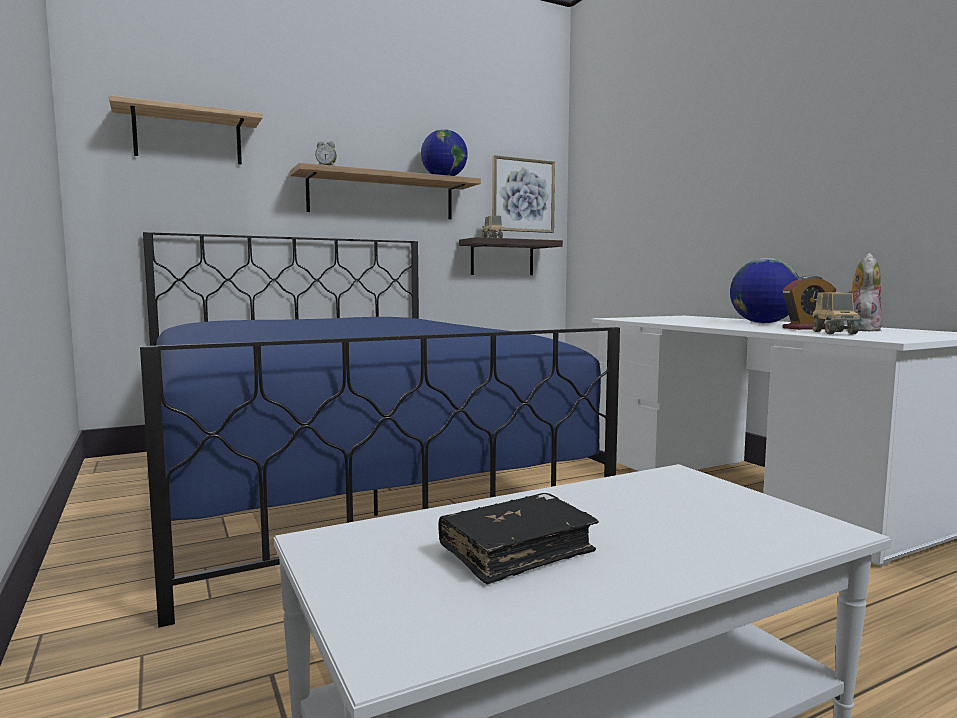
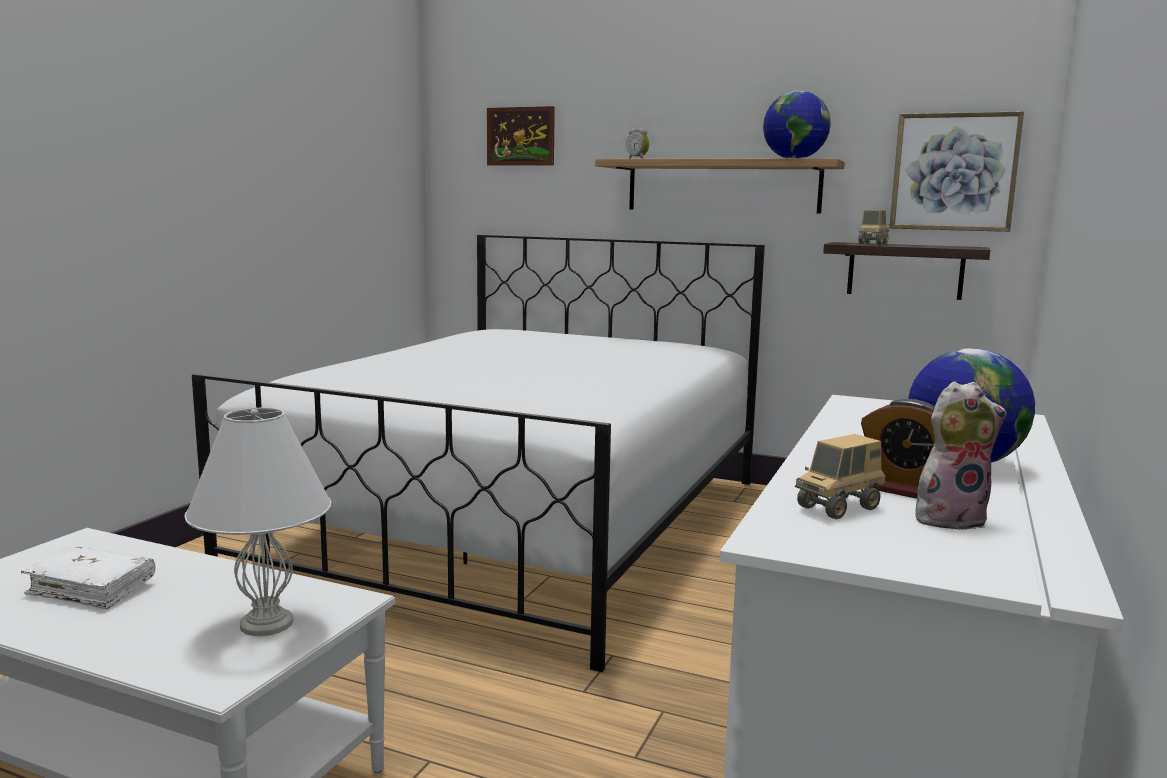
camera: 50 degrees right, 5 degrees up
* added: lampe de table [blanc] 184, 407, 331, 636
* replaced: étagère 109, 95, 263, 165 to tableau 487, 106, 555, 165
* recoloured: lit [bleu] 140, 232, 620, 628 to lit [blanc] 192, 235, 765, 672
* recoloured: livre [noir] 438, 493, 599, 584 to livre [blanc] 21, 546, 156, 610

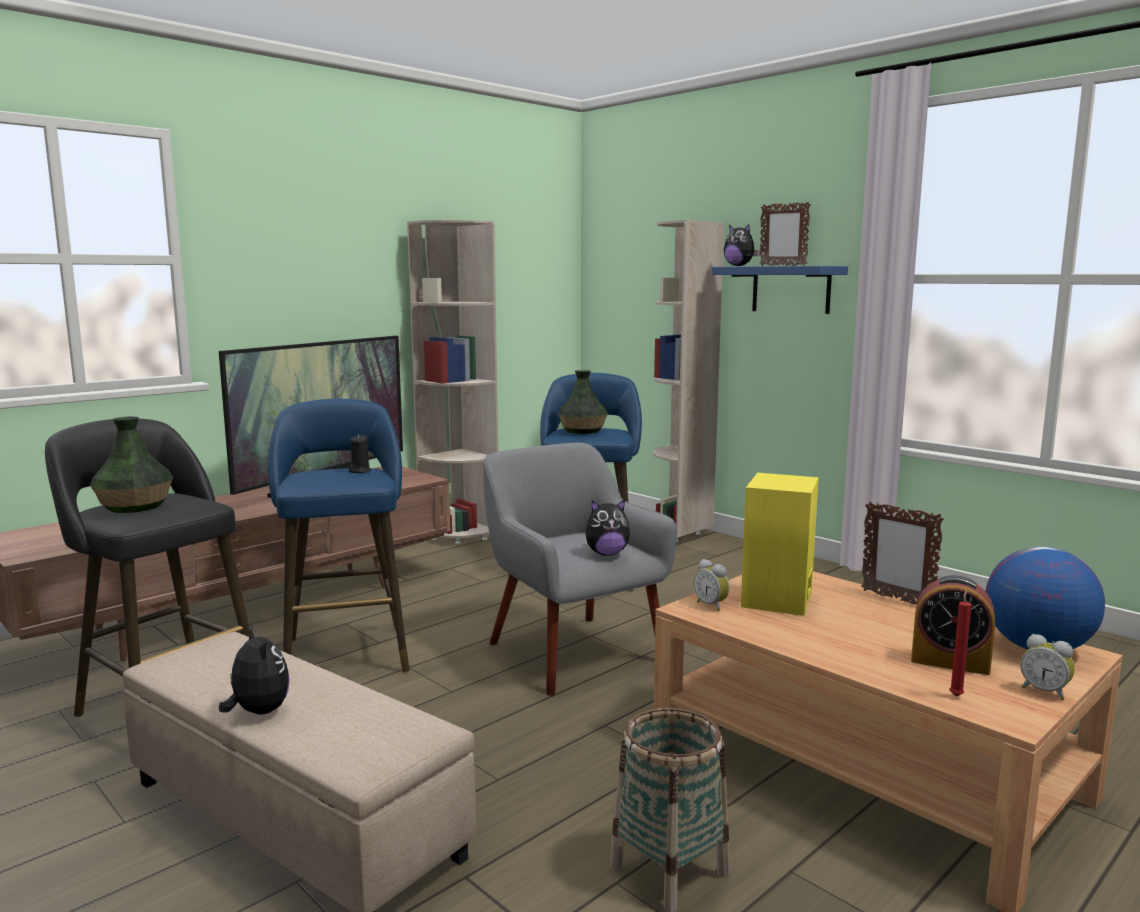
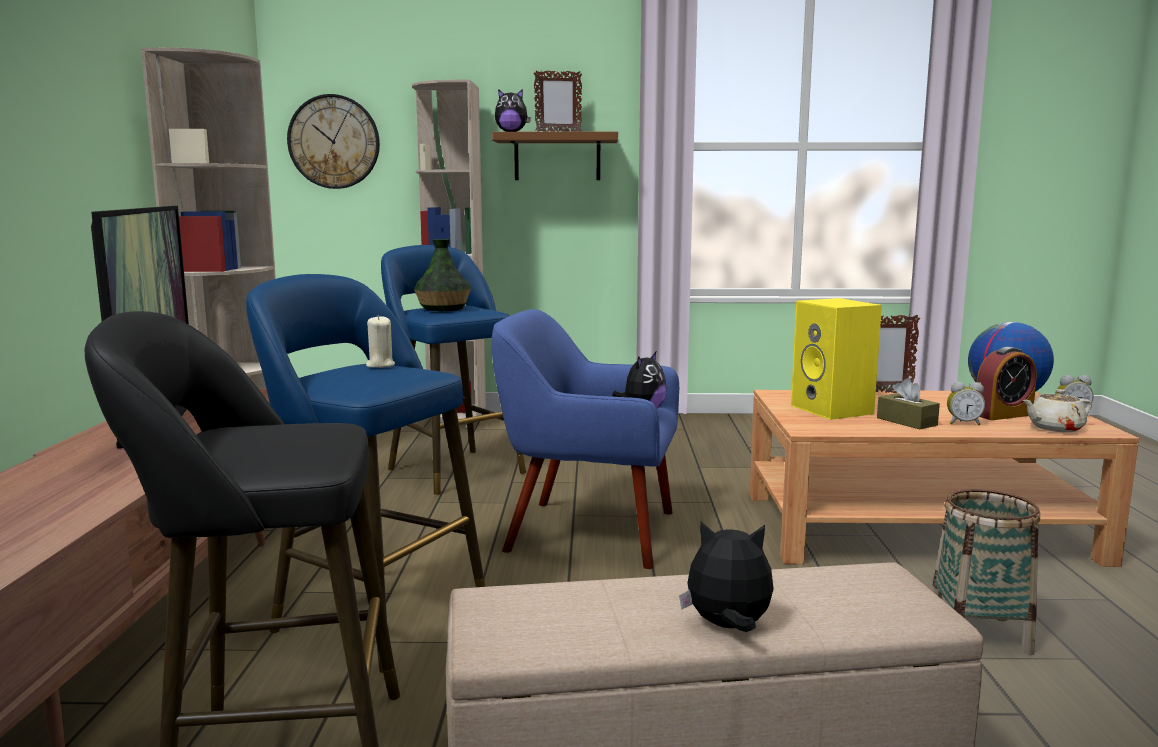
camera: 45 degrees left, 0 degrees up
* removed: vase 90, 417, 173, 513
* added: horloge murale 287, 94, 380, 189
* added: boîte à mouchoirs [marron] 877, 378, 940, 429
* moved: réveil 694, 559, 729, 611 to 947, 382, 985, 425
* replaced: bougie [rouge] 949, 589, 971, 696 to théière [beige] 1023, 389, 1092, 432
* recoloured: bougie [noir] 349, 434, 371, 473 to bougie [beige] 366, 315, 395, 368
* recoloured: fauteuil [gris] 483, 443, 677, 696 to fauteuil [bleu] 491, 309, 679, 569
* recoloured: étagère [bleu] 712, 266, 848, 314 to étagère [marron] 492, 131, 618, 180

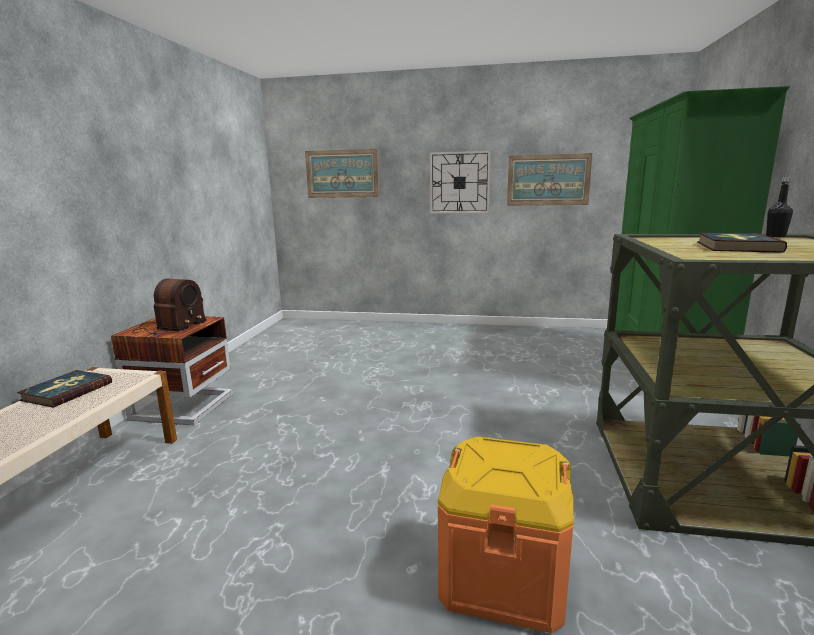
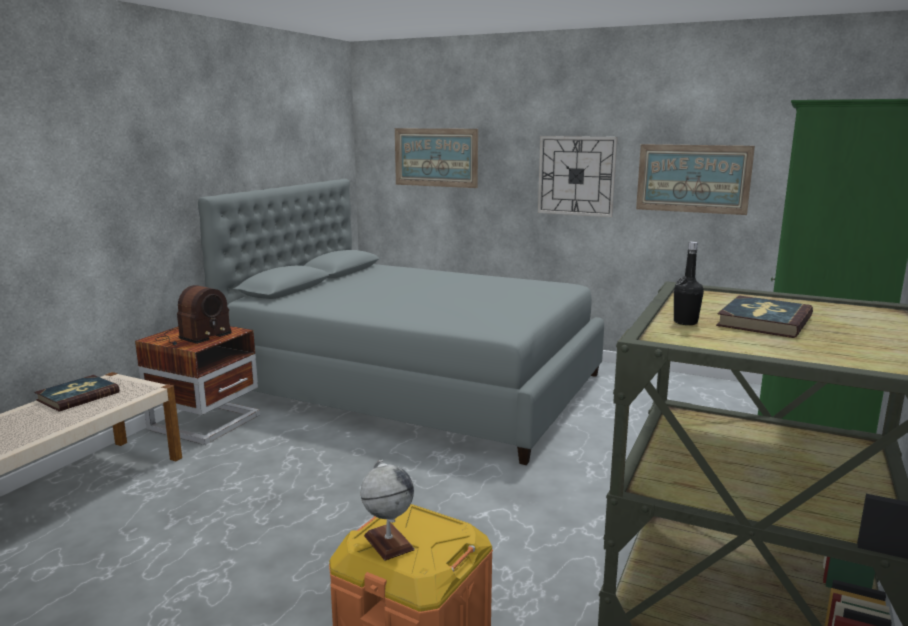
camera: 15 degrees right, 0 degrees up
* added: lit [gris] 198, 179, 604, 465
* added: globe 361, 460, 415, 561
* moved: bouteille [noir] 766, 176, 793, 237 to 674, 242, 704, 325

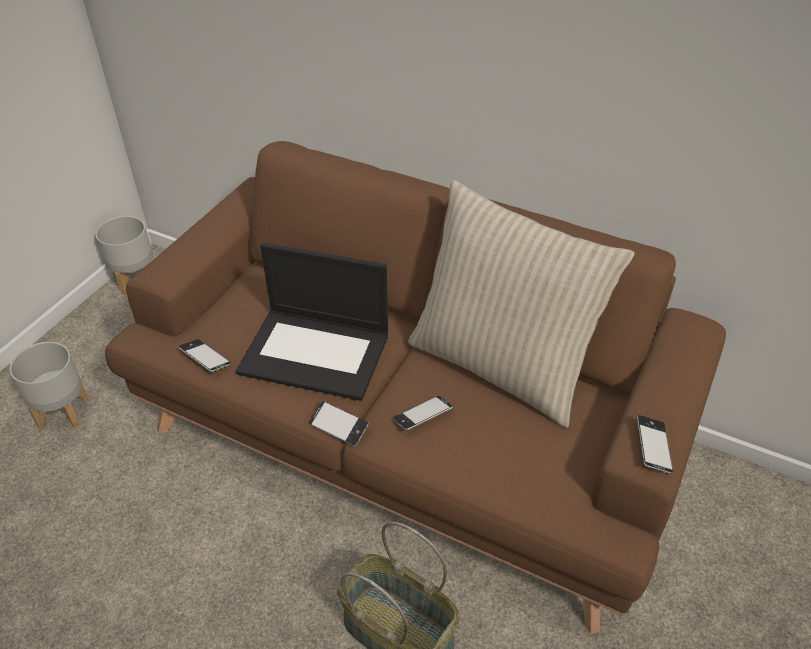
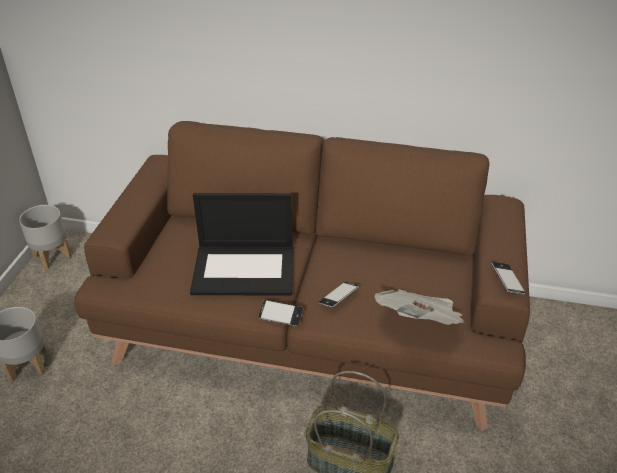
camera: 15 degrees left, 5 degrees down
* removed: téléphone 178, 339, 231, 372
* removed: coussin [beige] 408, 180, 635, 428
* added: journal 375, 289, 465, 325

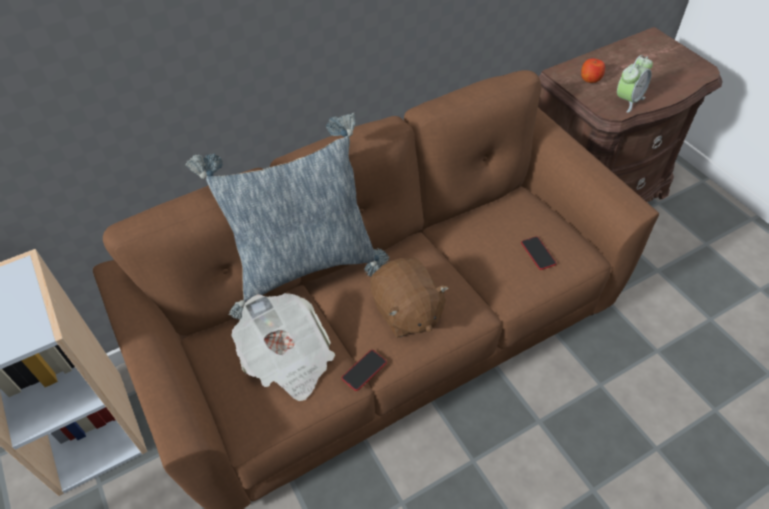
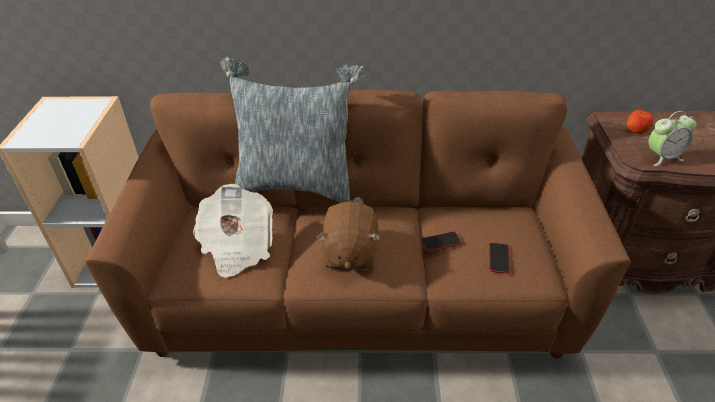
camera: 30 degrees right, 10 degrees down
* moved: téléphone 342, 350, 387, 391 to 420, 231, 462, 252

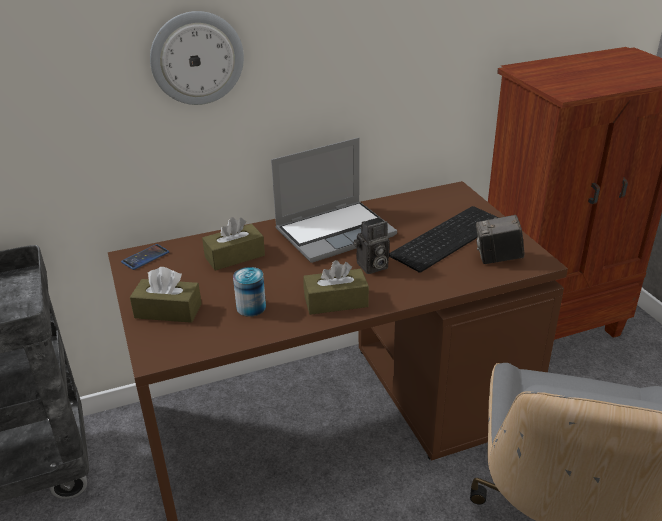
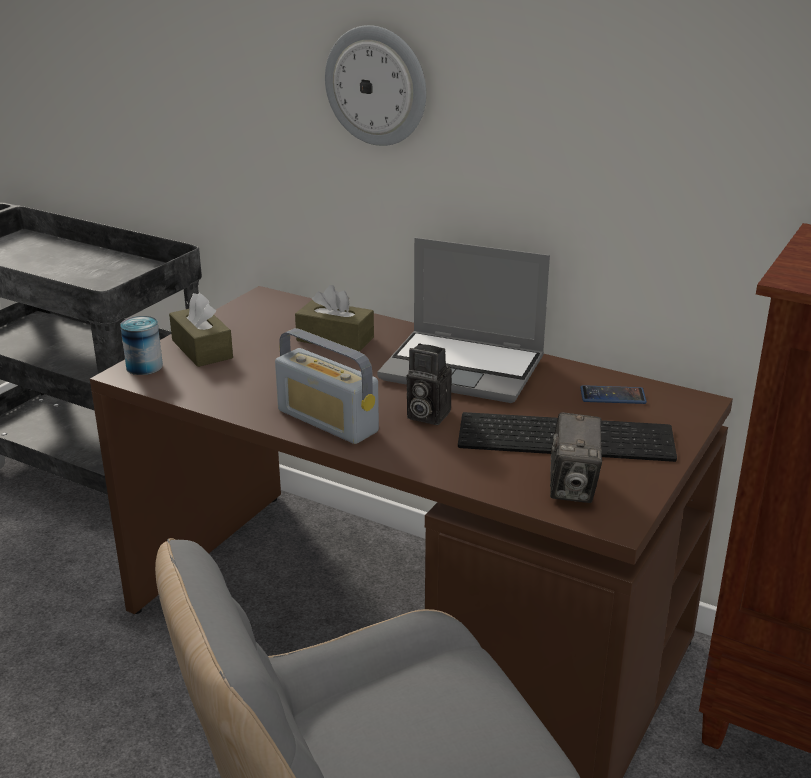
camera: 50 degrees right, 5 degrees down
* moved: téléphone 121, 244, 169, 270 to 580, 385, 647, 404
* moved: boîte métallique 233, 267, 266, 317 to 120, 316, 163, 375
* replaced: boîte à mouchoirs [marron] 303, 260, 369, 315 to radio 275, 328, 379, 444
* turned: appareil photo 476, 215, 524, 264 = 550, 412, 602, 503 135 degrees counterclockwise

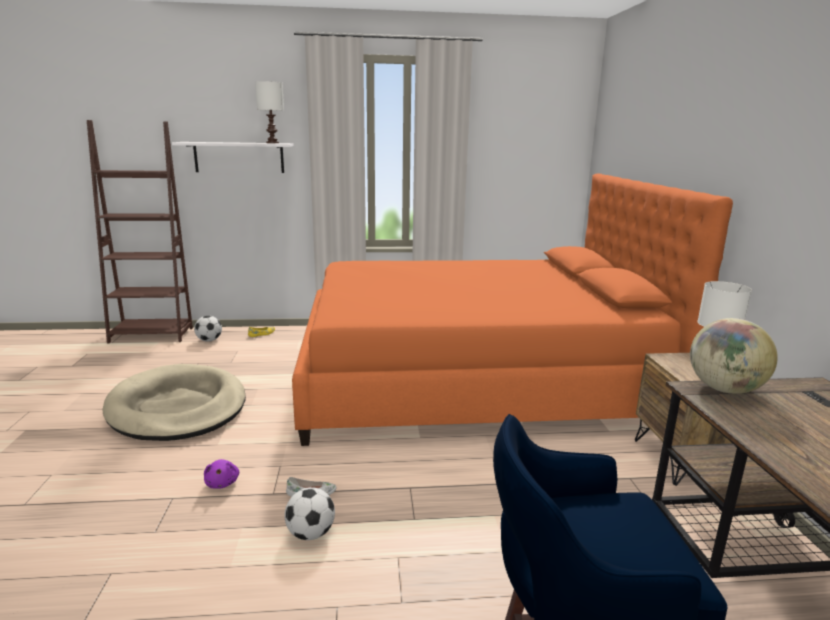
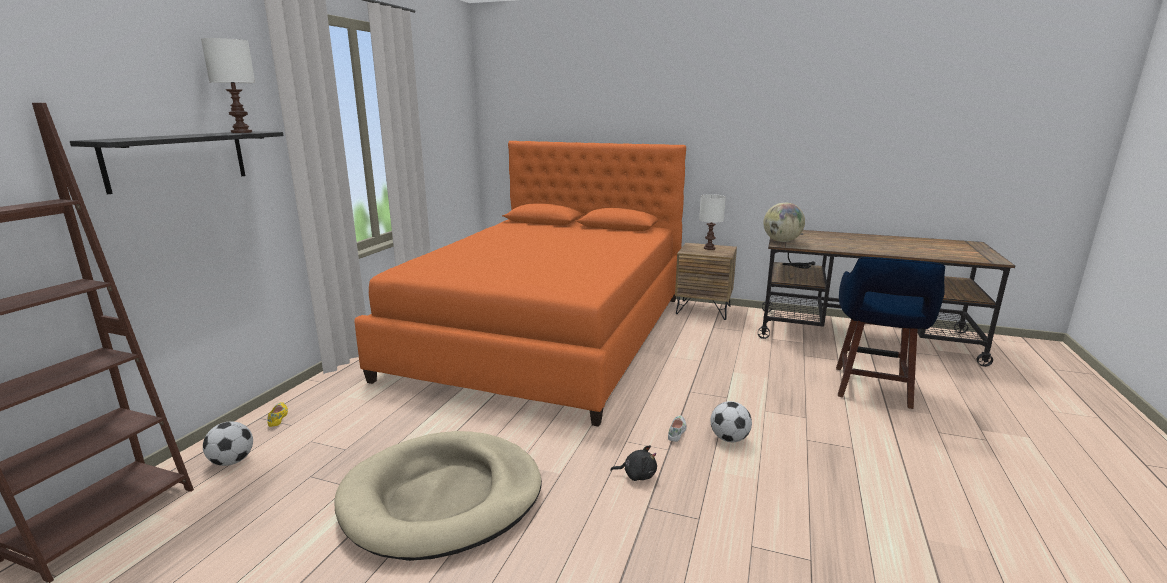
camera: 65 degrees left, 0 degrees up
* recoloured: étagère [blanc] 172, 142, 294, 173 to étagère [noir] 70, 131, 284, 194
* recoloured: peluche [violet] 204, 459, 239, 489 to peluche [noir] 610, 445, 657, 481

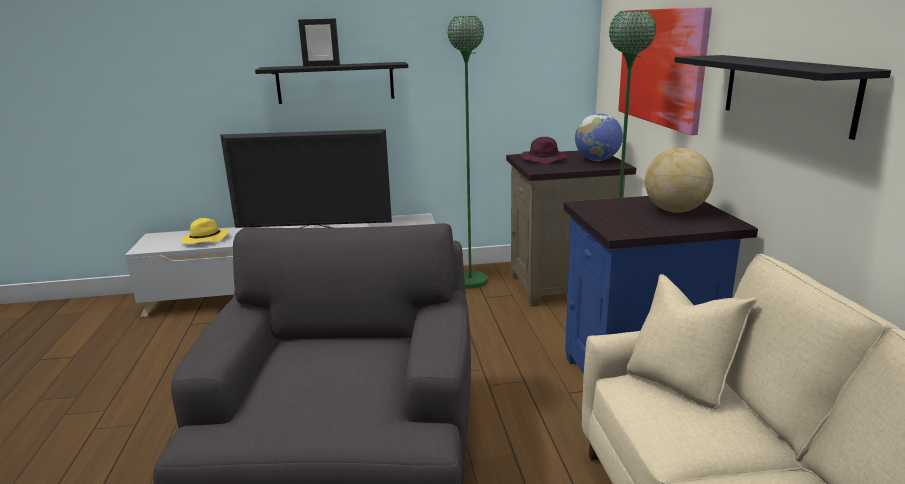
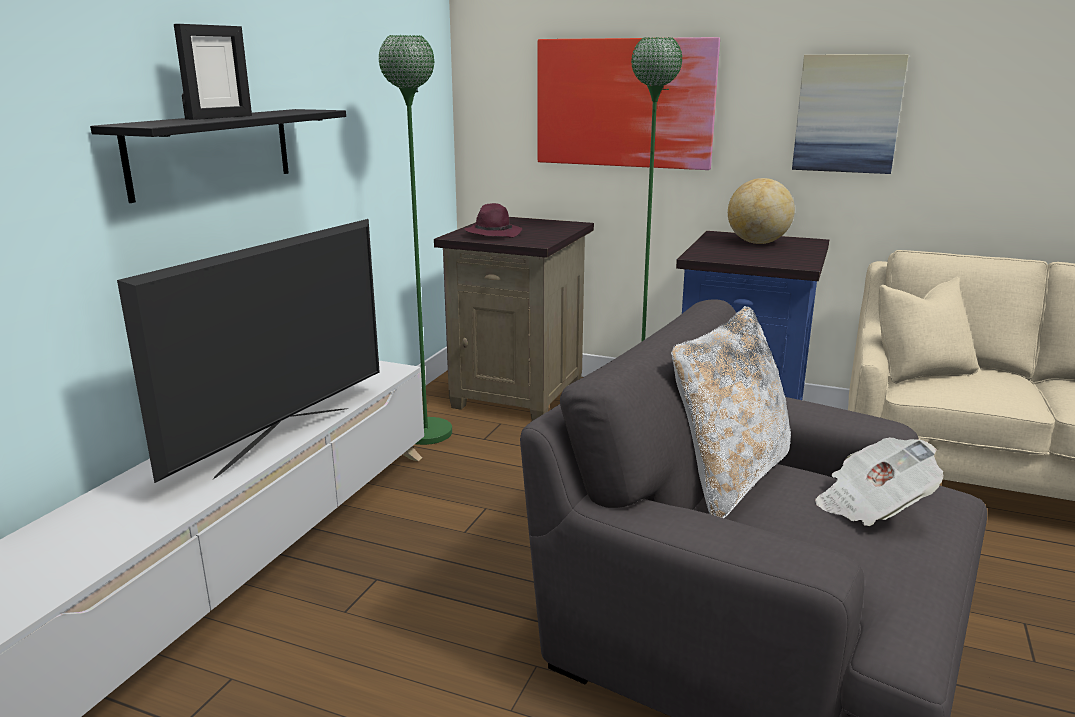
camera: 60 degrees left, 0 degrees up
* removed: chapeau [jaune] 181, 218, 229, 244
* removed: globe 575, 113, 623, 161
* added: coussin [blanc] 671, 306, 791, 518
* added: journal 815, 437, 943, 526
* replaced: étagère [noir] 674, 55, 891, 140 to tableau 792, 54, 909, 174

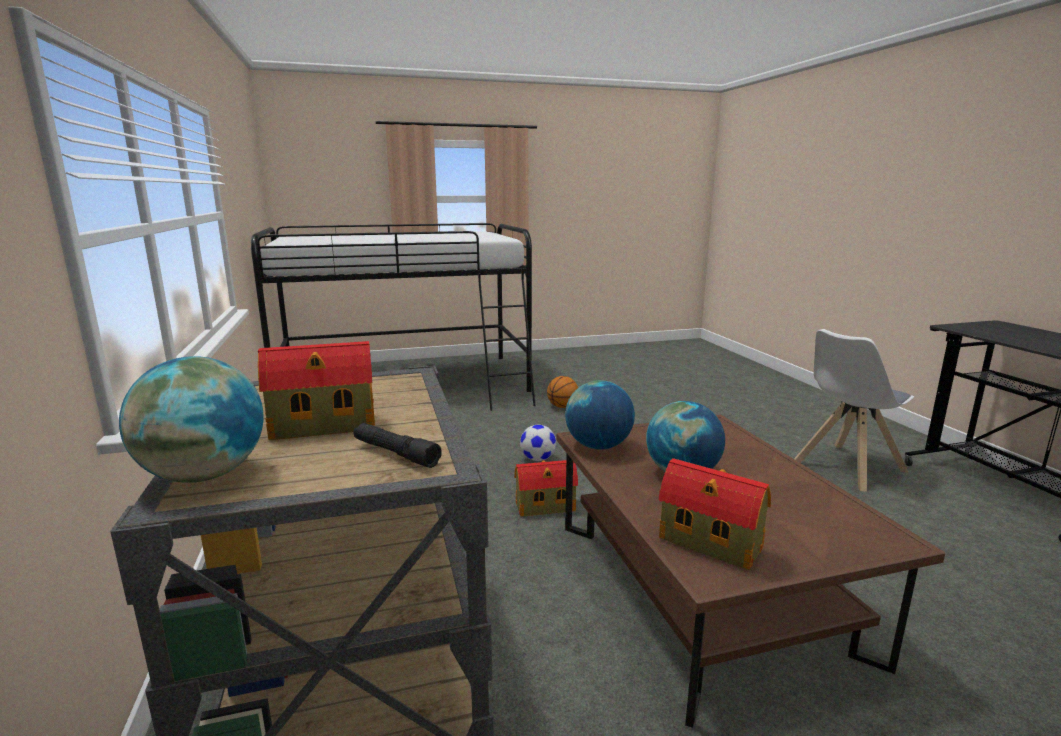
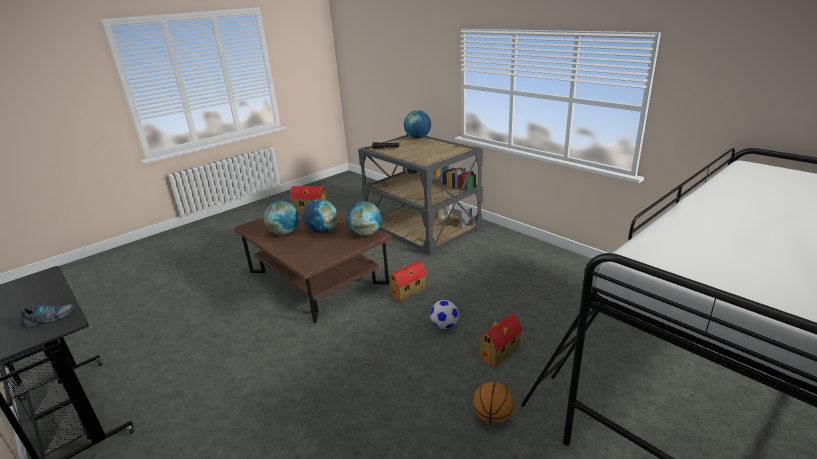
camera: 155 degrees right, 10 degrees up
* removed: chaise 794, 329, 914, 492
* added: chaussure 20, 303, 74, 329
* added: globe 264, 201, 299, 235
* moved: maison miniature 258, 341, 375, 440 to 478, 314, 522, 366

